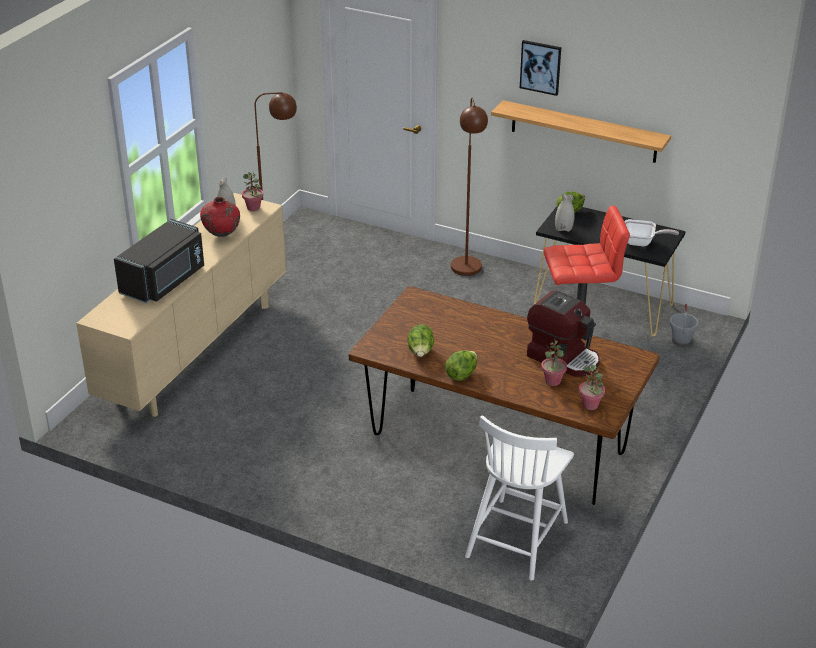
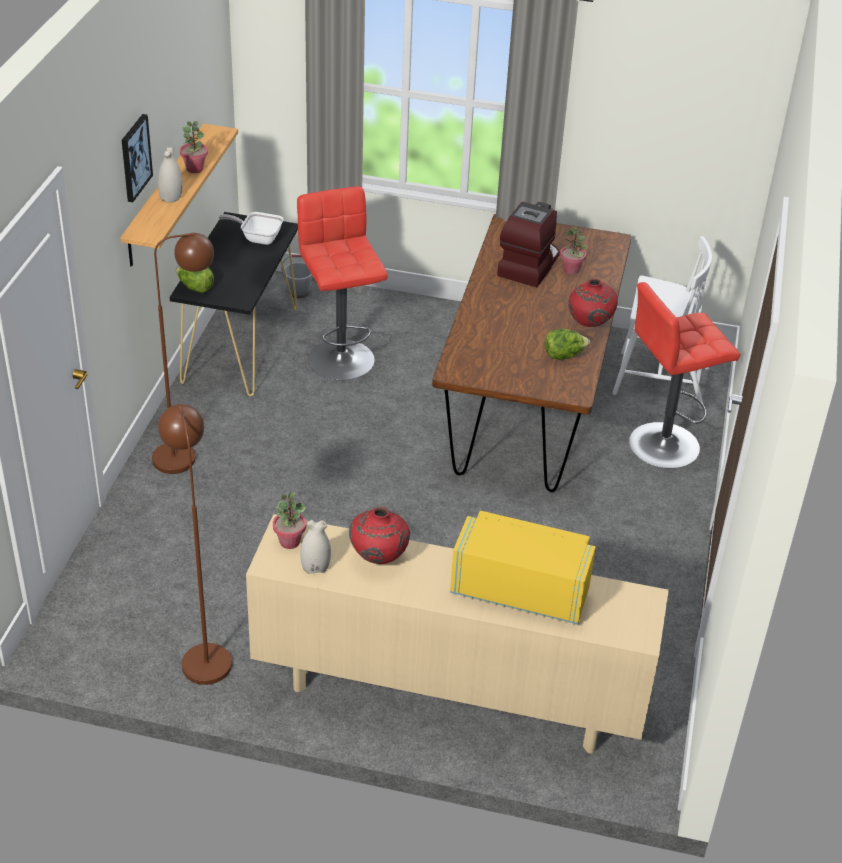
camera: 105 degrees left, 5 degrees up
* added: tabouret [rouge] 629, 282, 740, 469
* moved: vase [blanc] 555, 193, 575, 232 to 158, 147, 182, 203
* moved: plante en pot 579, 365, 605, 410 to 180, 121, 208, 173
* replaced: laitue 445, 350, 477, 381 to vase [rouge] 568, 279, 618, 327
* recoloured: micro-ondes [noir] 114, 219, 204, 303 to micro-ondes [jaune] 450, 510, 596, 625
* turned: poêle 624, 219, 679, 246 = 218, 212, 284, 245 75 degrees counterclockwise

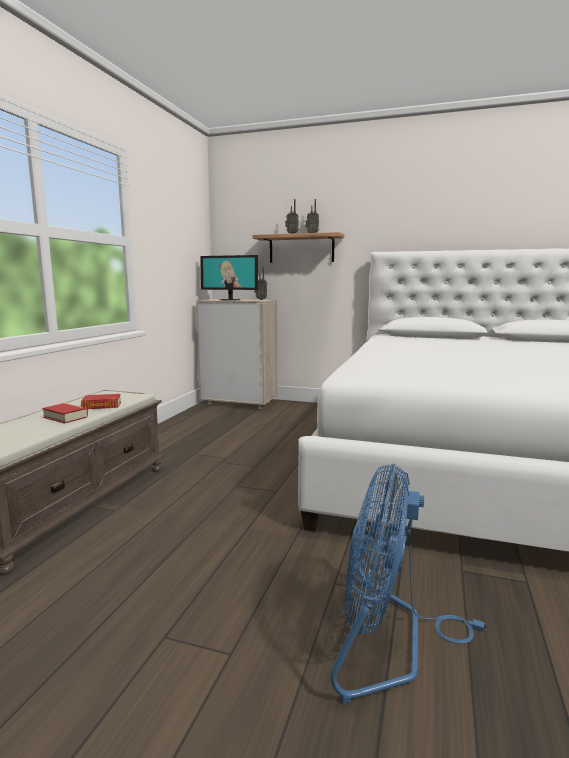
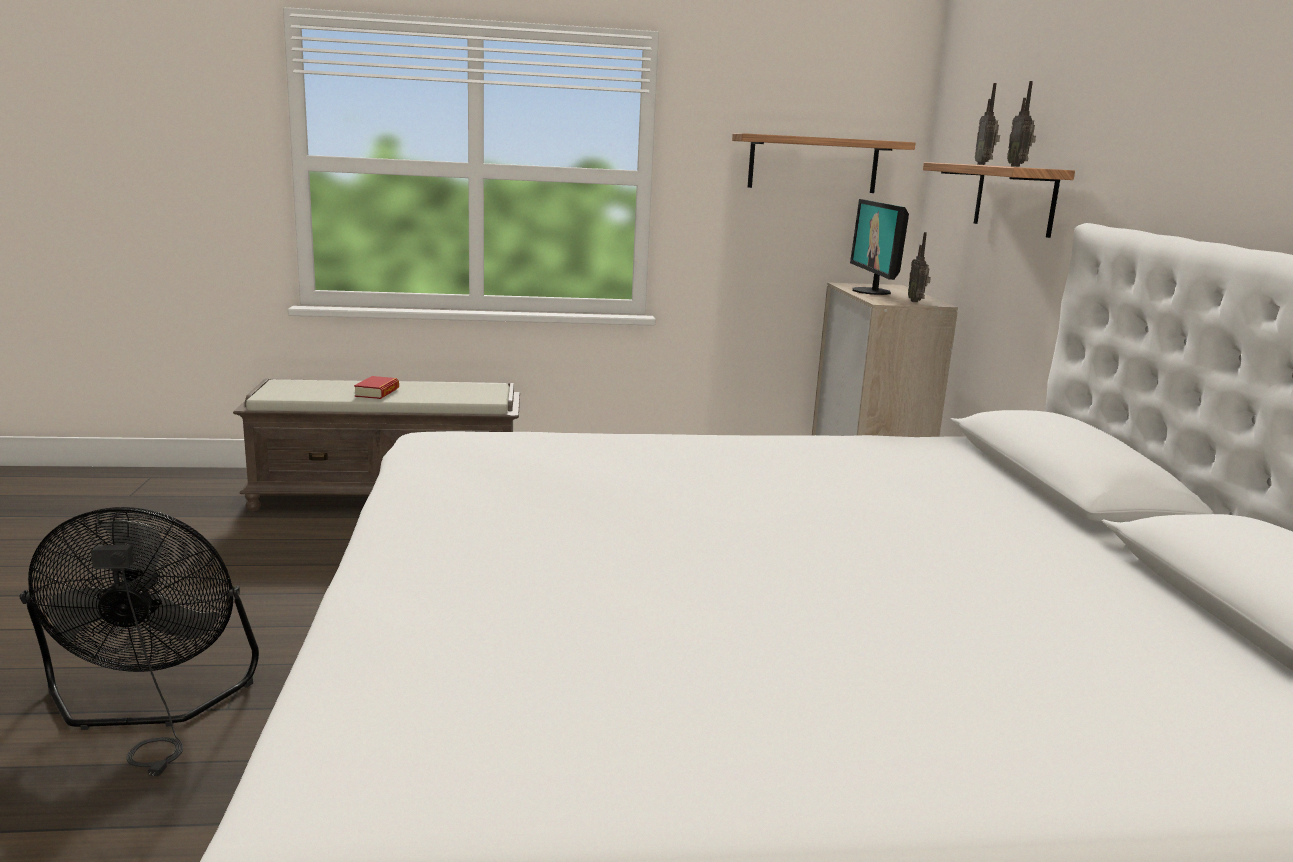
camera: 65 degrees right, 5 degrees up
* removed: livre 81, 394, 121, 409
* added: étagère 732, 133, 916, 193
* recoloured: ventilateur [bleu] 331, 463, 488, 704 to ventilateur [noir] 20, 507, 259, 777

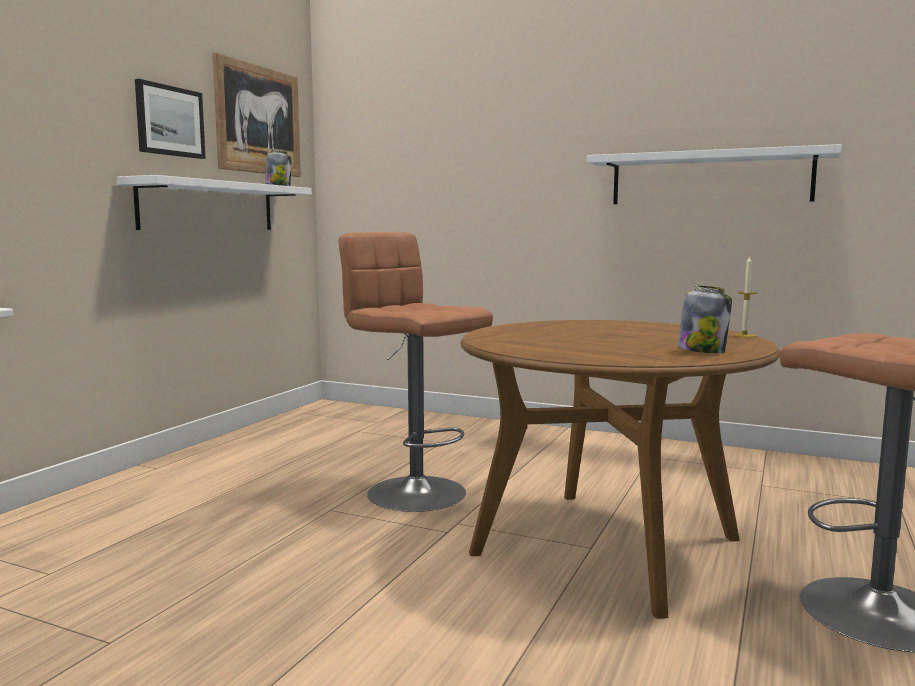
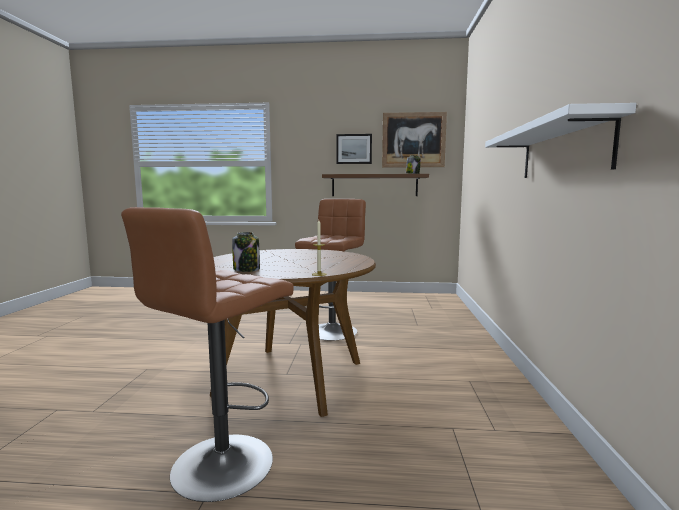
camera: 70 degrees right, 0 degrees up
* recoloured: étagère [blanc] 117, 175, 312, 230 to étagère [marron] 322, 174, 429, 196

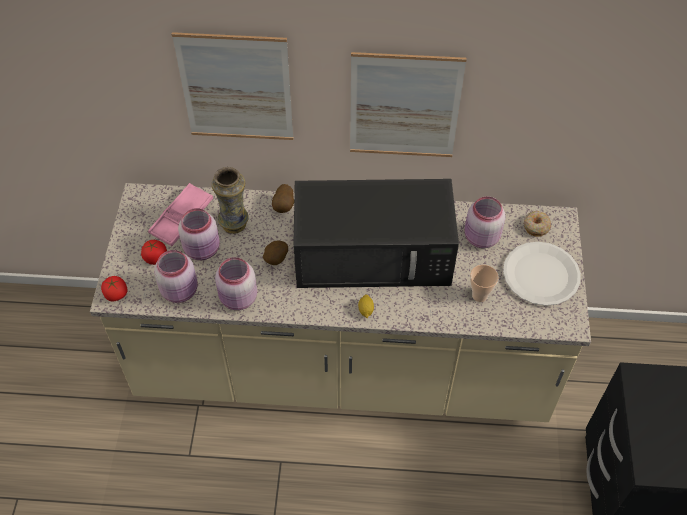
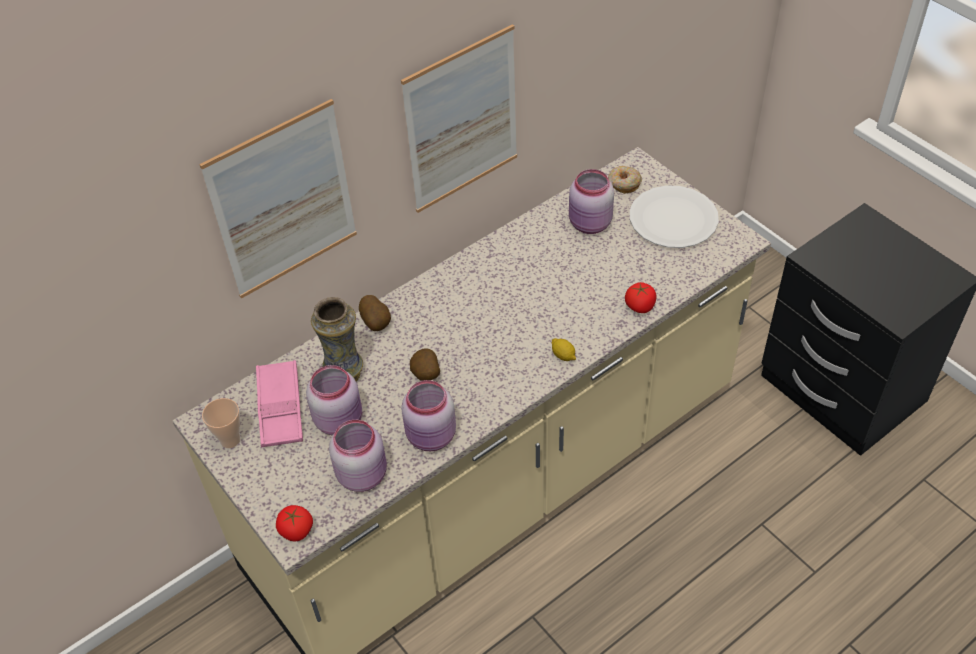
camera: 40 degrees left, 5 degrees down
* removed: micro-ondes [noir] 293, 179, 459, 288
* moved: tomate 141, 240, 167, 265 to 625, 282, 656, 313
* moved: tasse 470, 265, 499, 302 to 202, 398, 241, 448

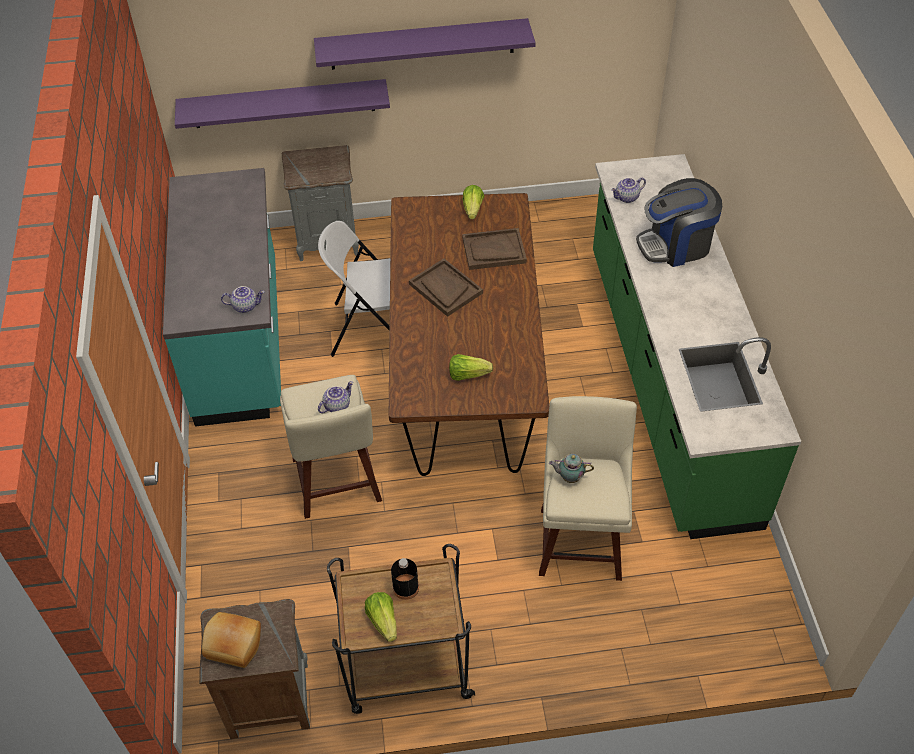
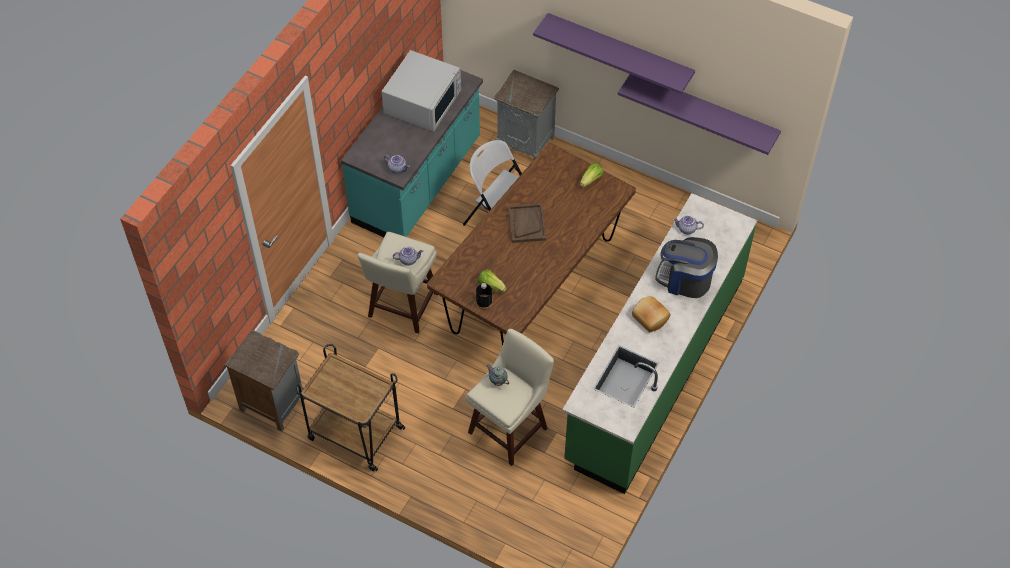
camera: 35 degrees right, 5 degrees up
* removed: laitue 365, 592, 397, 642
* removed: plateau [marron] 462, 228, 527, 270
* added: micro-ondes [blanc] 382, 50, 461, 132
* moved: étagère [violet] 175, 79, 390, 129 to 618, 74, 781, 155
* moved: pain 202, 612, 261, 668 to 632, 296, 671, 332
* moved: bouteille [noir] 391, 558, 419, 600 to 476, 283, 492, 310

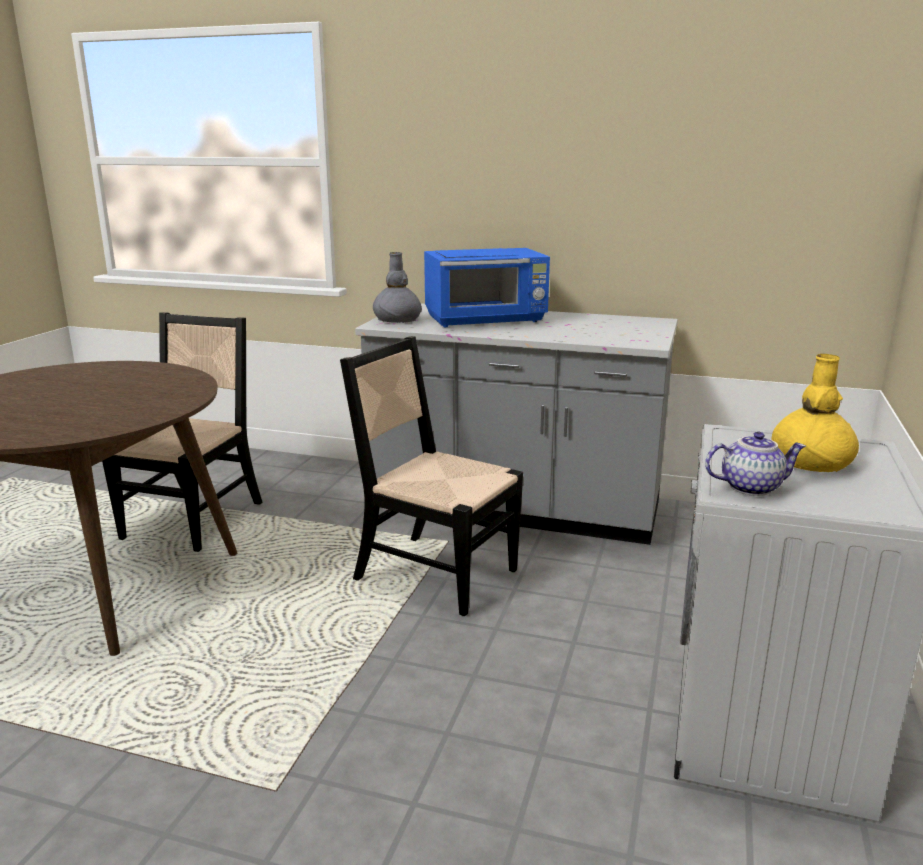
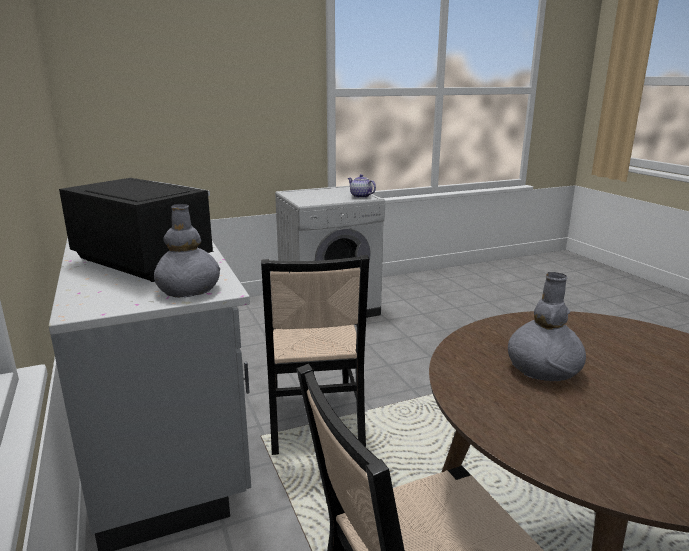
camera: 130 degrees left, 0 degrees up
* removed: vase [jaune] 771, 354, 859, 472
* added: vase [gris] 508, 272, 586, 381
* recoloured: micro-ondes [bleu] 424, 248, 550, 327 to micro-ondes [noir] 59, 178, 214, 282

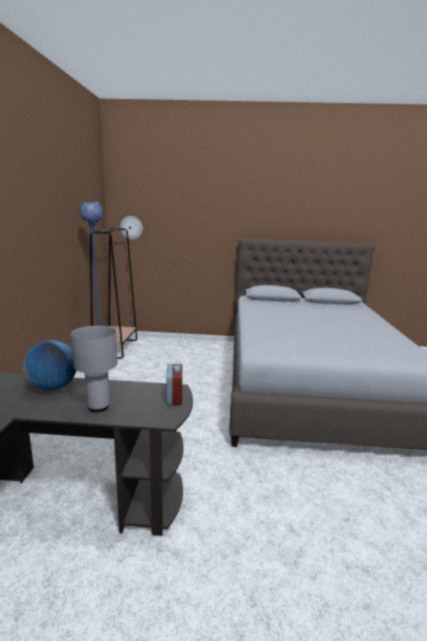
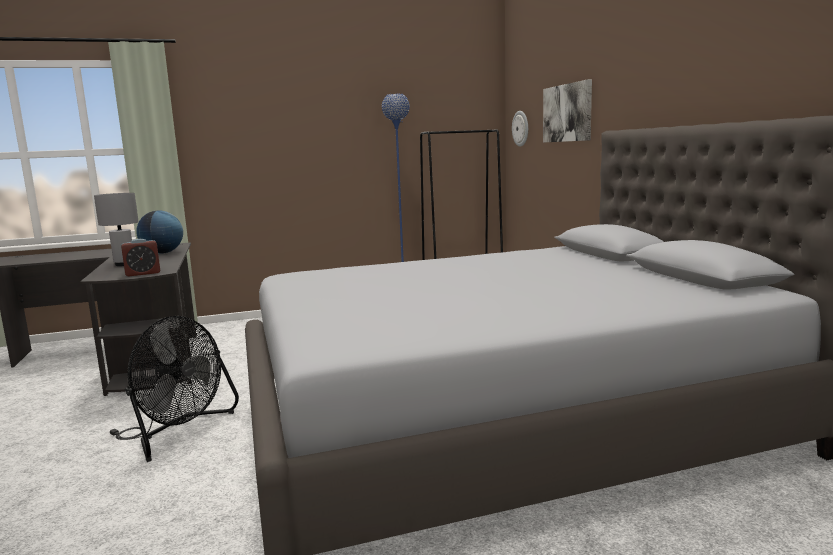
camera: 70 degrees right, 5 degrees down
* added: ventilateur [noir] 110, 316, 239, 462
* added: tableau 543, 79, 592, 143

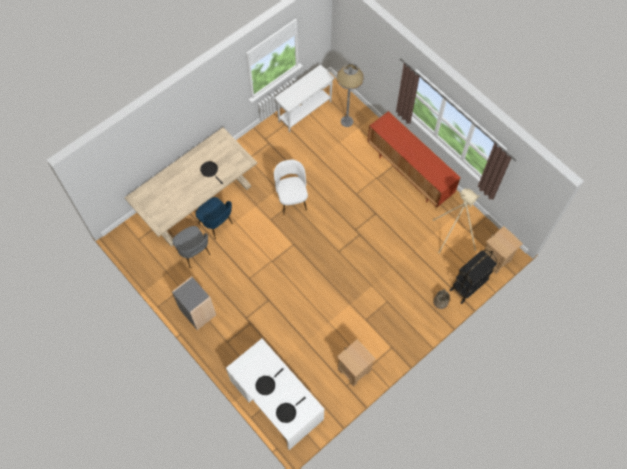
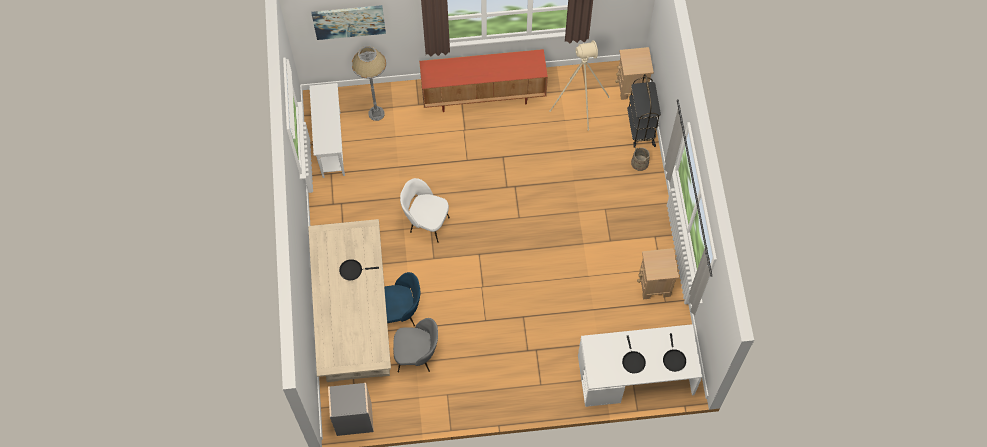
camera: 55 degrees left, 0 degrees up
* added: tableau 311, 5, 386, 40
* moved: bibliothèque [gris] 172, 276, 216, 330 to 328, 383, 374, 436

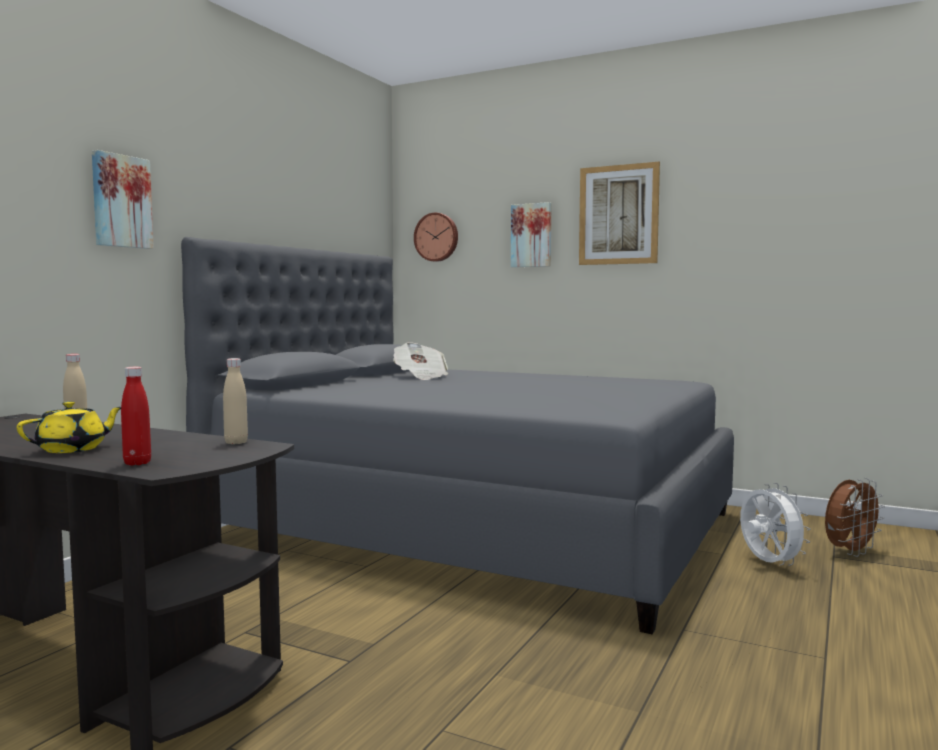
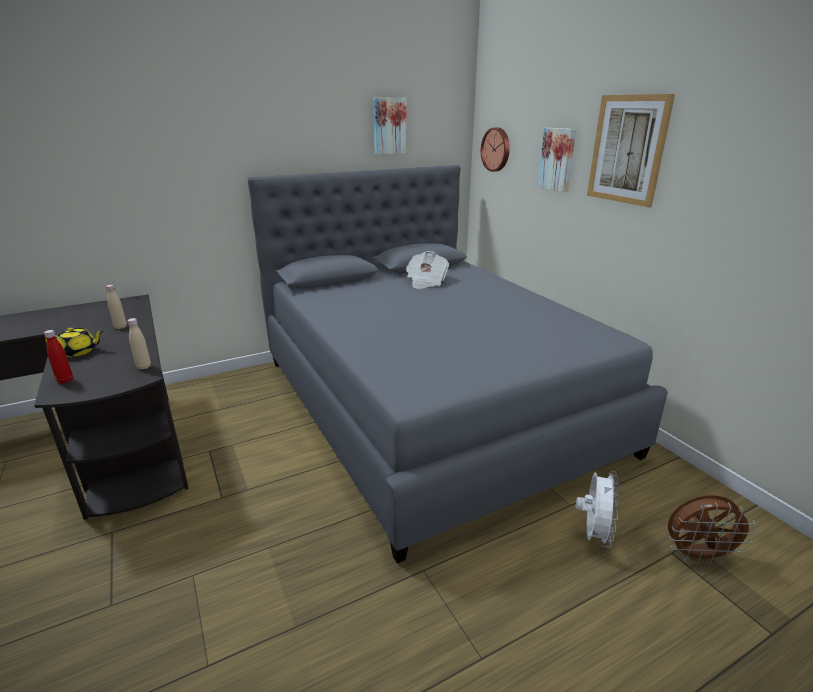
camera: 35 degrees right, 20 degrees up
* moved: tableau 92, 150, 154, 249 to 373, 98, 407, 154

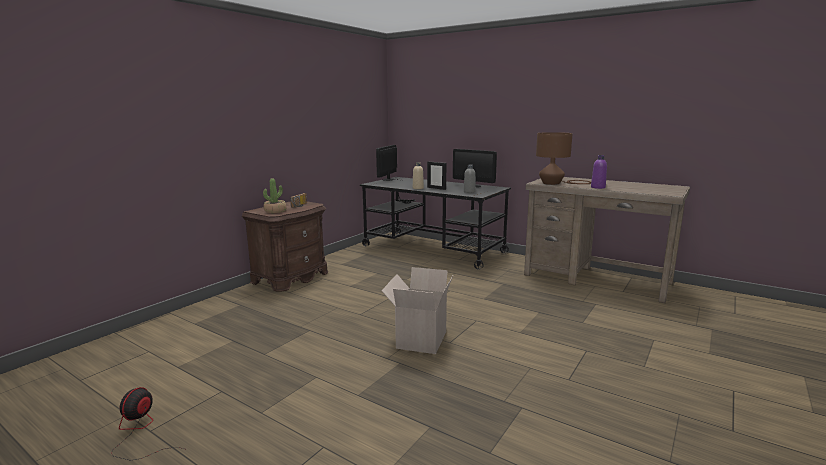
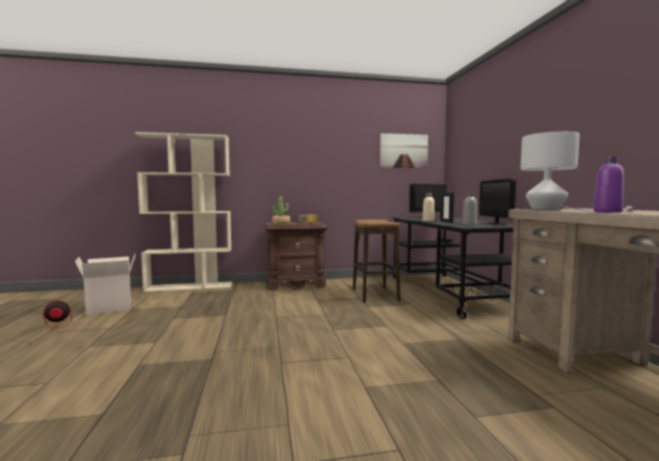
camera: 45 degrees right, 10 degrees down
* added: bibliothèque [beige] 135, 132, 232, 292
* added: tabouret 353, 220, 400, 303
* added: tableau 380, 133, 428, 168
* moved: carton 382, 267, 453, 354 to 75, 254, 135, 315
* recoloured: lampe de table [marron] 536, 132, 591, 185 to lampe de table [gris] 521, 131, 633, 211

